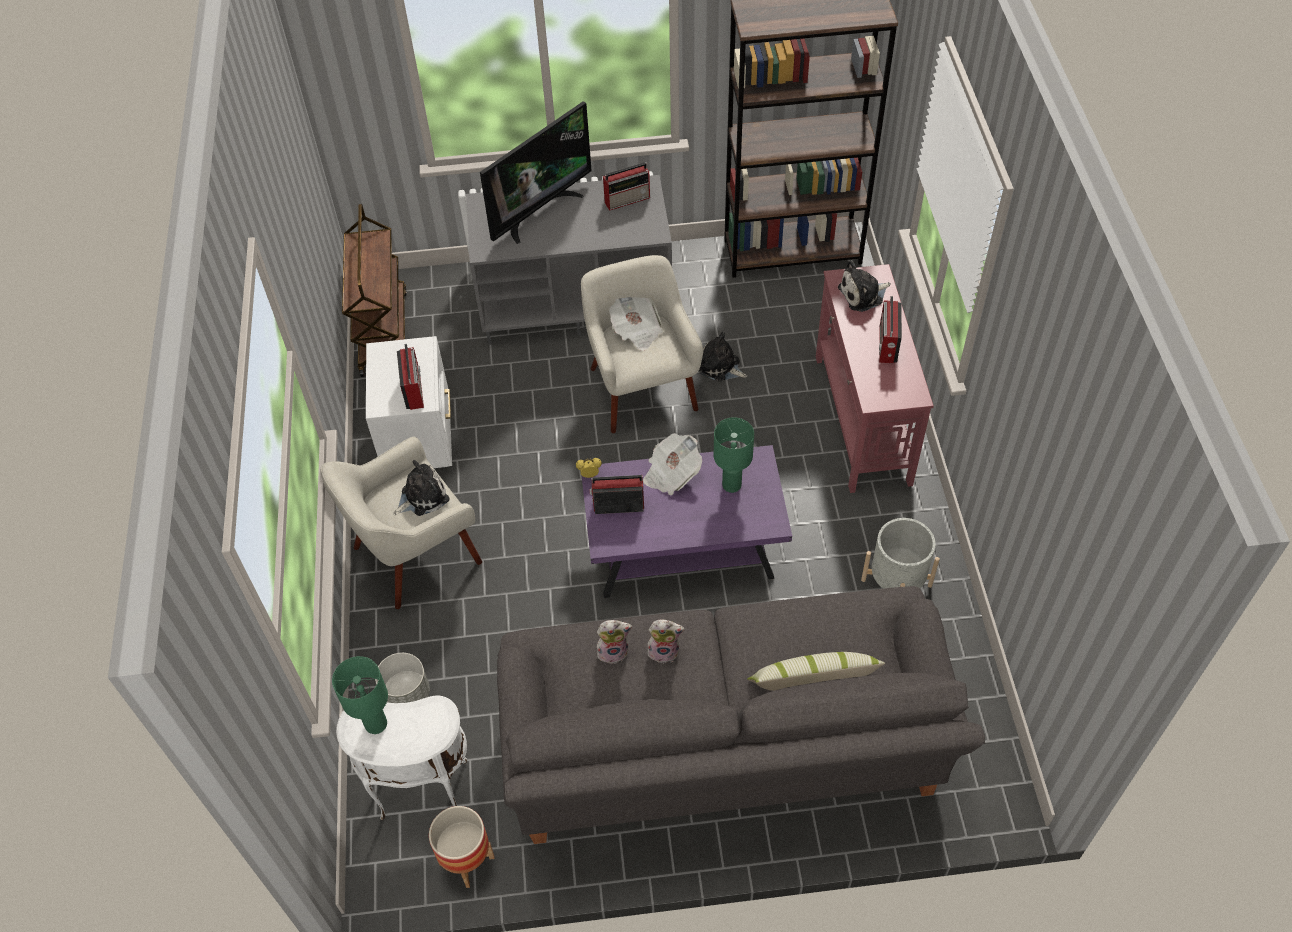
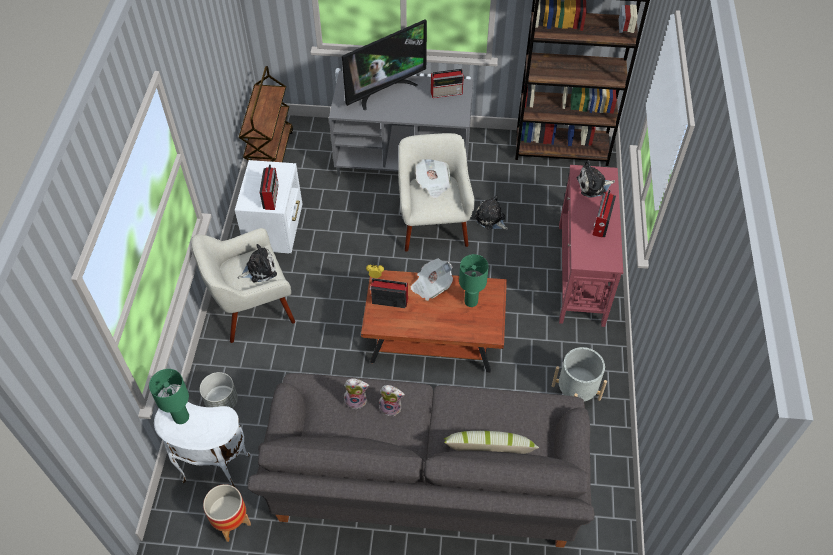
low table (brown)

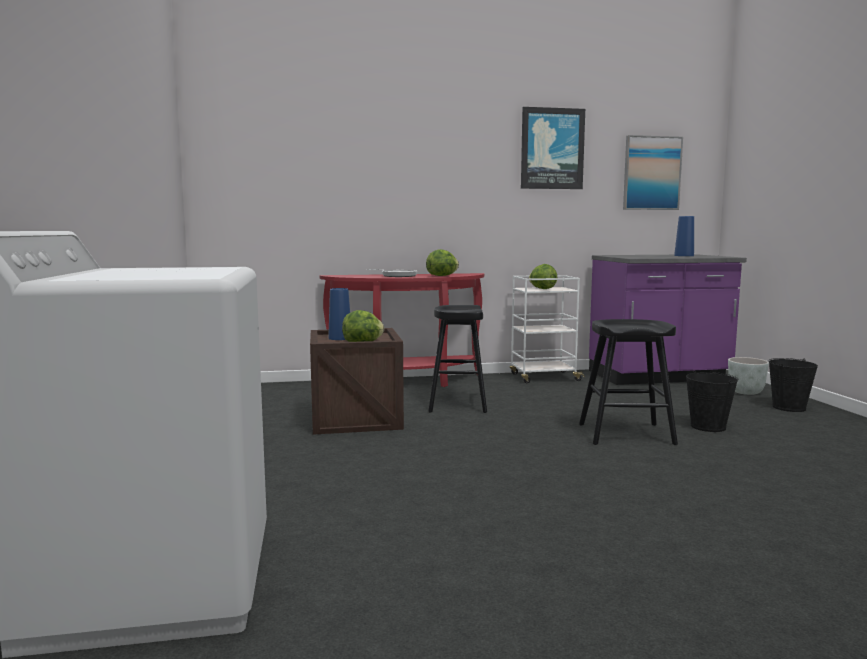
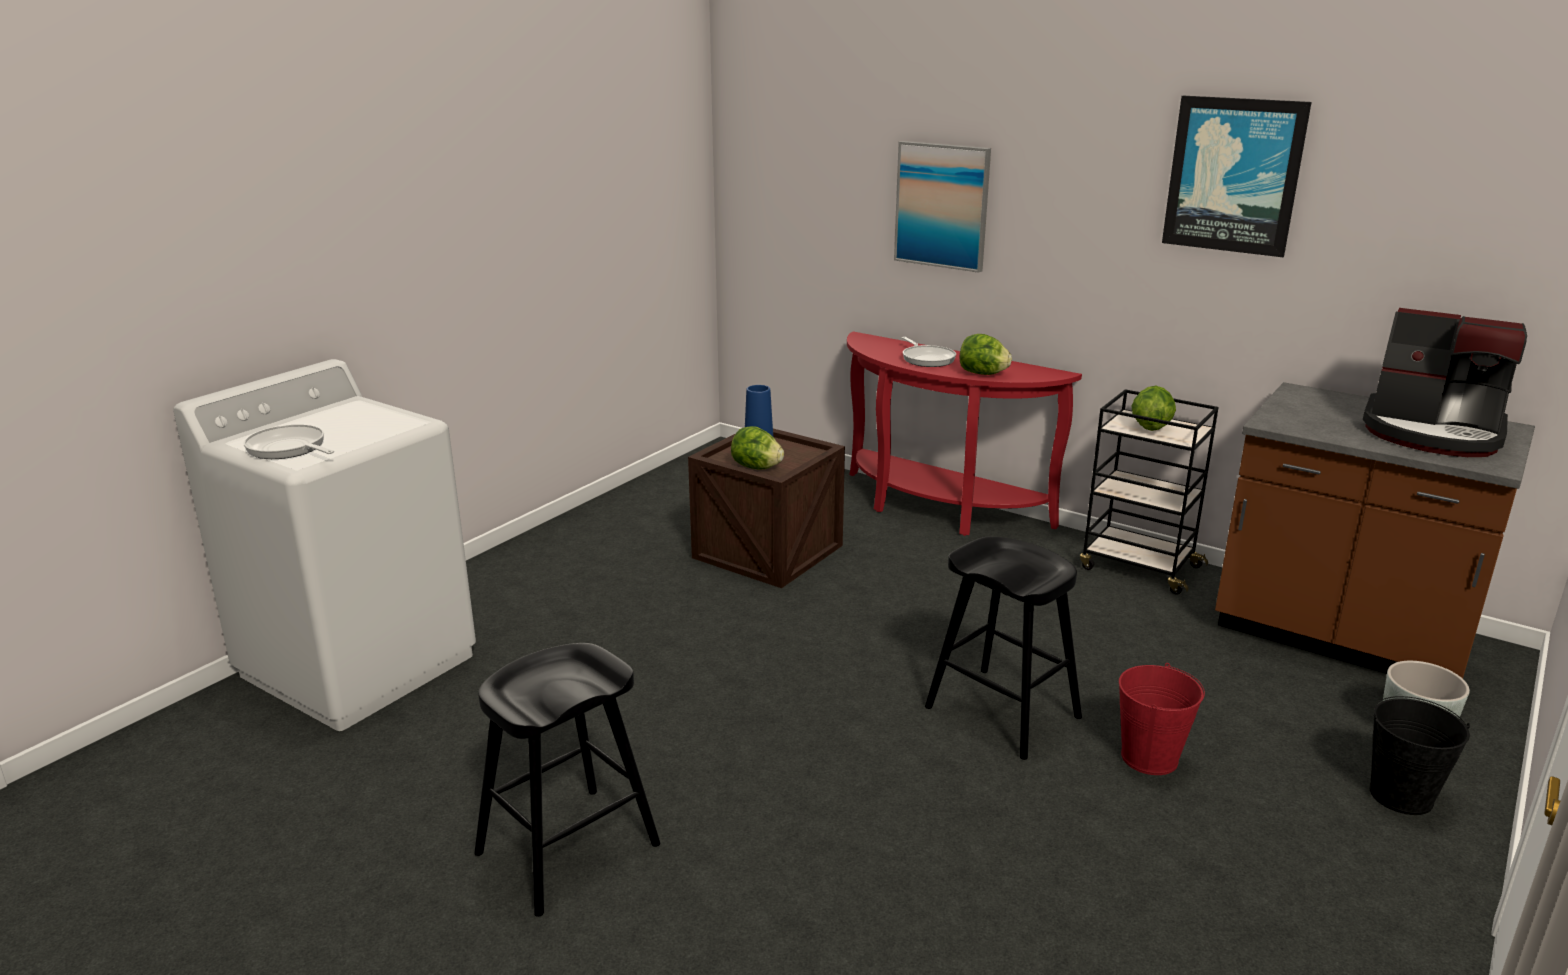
picture (1st from left); coffee machine; counter (brown); trolley (black); stool seat (black) (1st from left); water bucket (red-coloured); pan (1st from left)

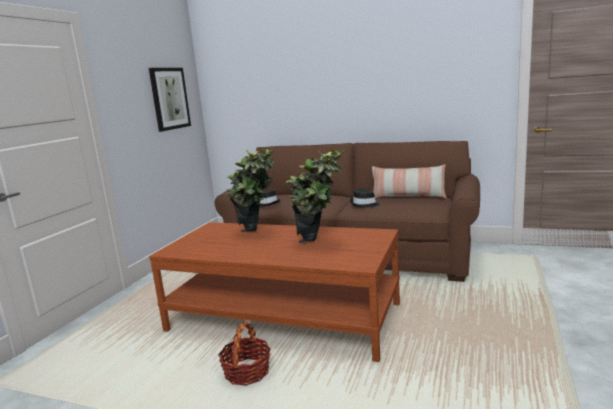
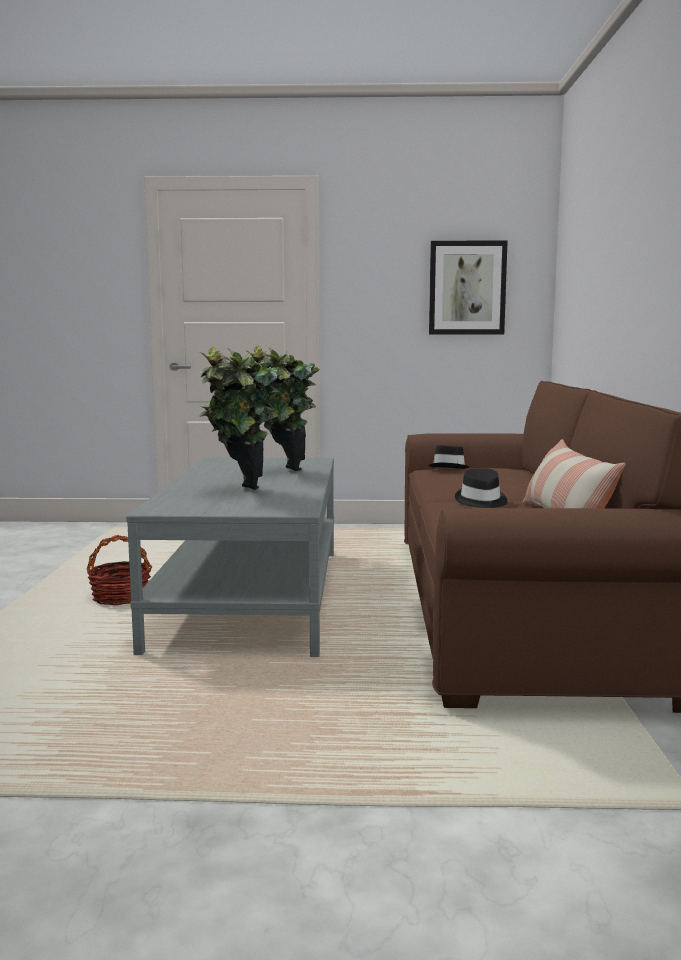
low table (greyish)

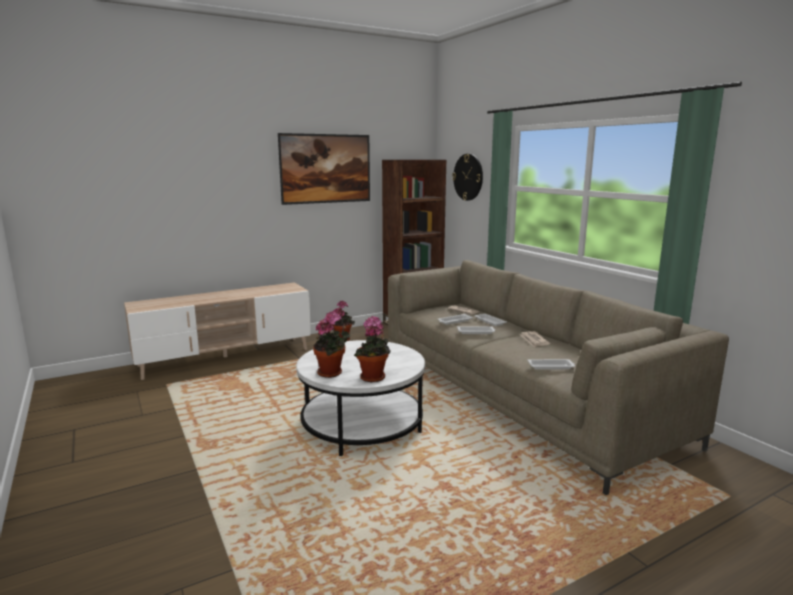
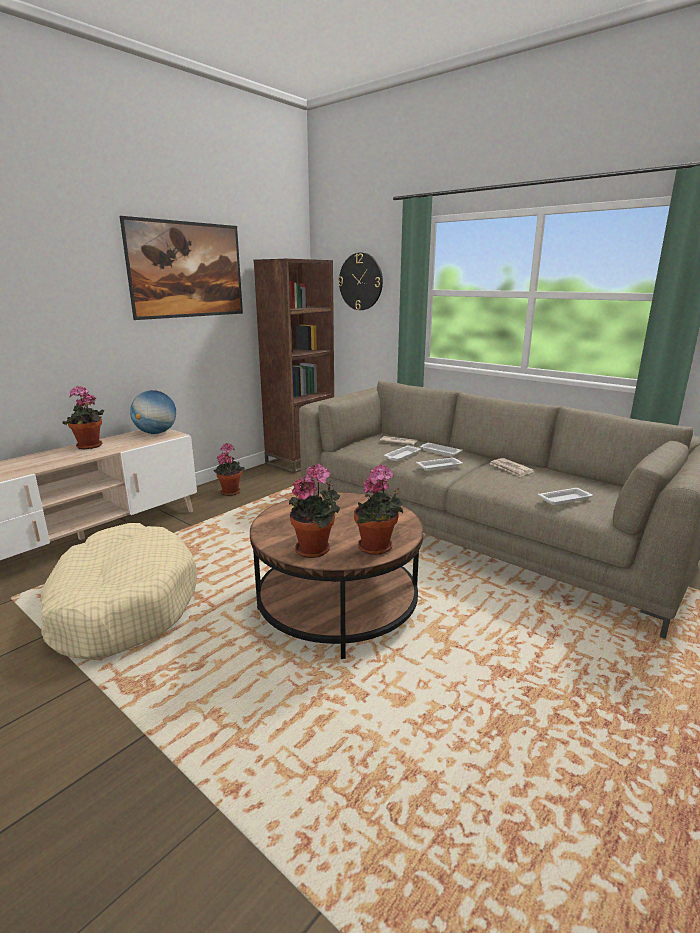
low table (brown); plant in a pot (1st from left); desk globe; dog cushion (sand-coloured)

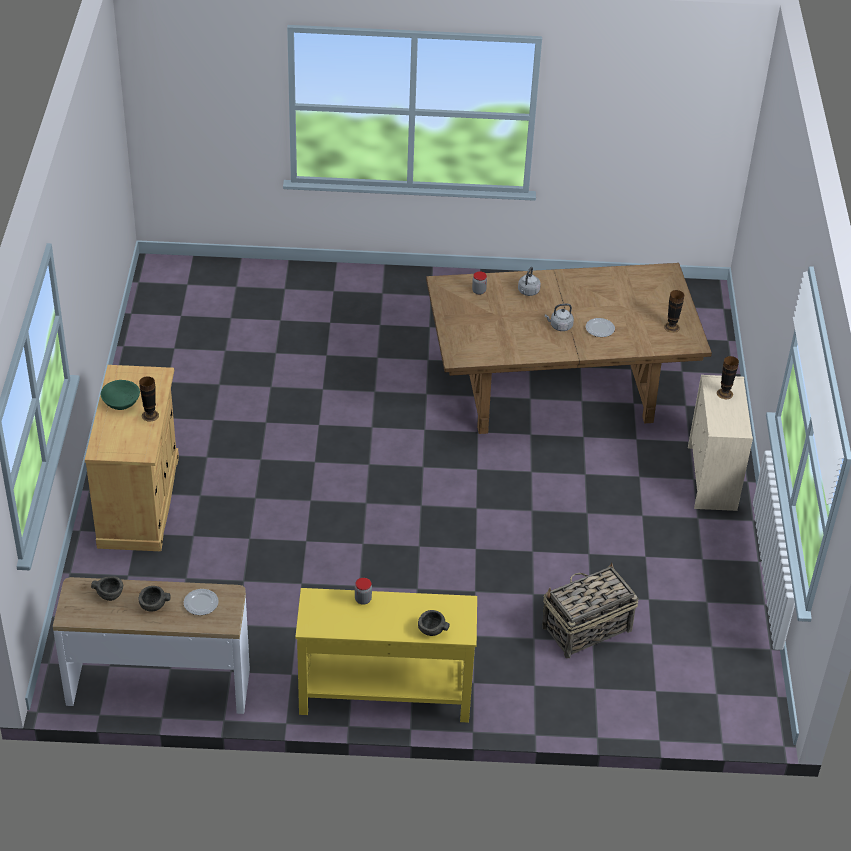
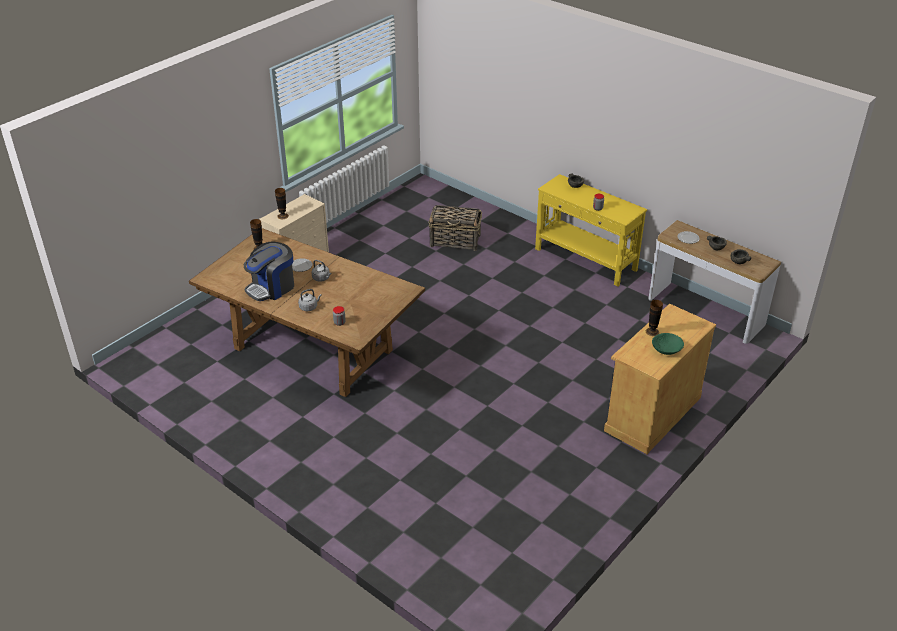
coffee machine

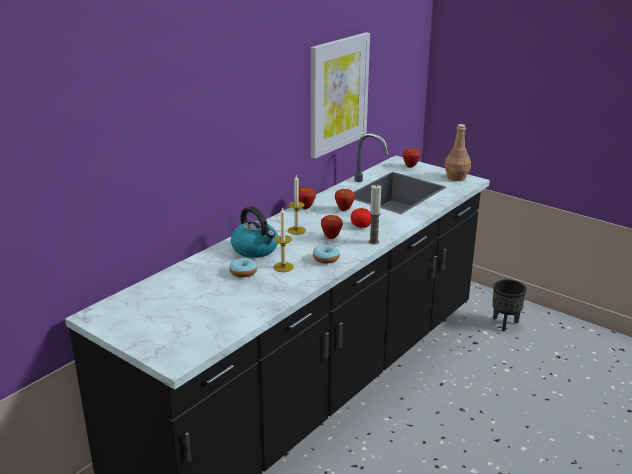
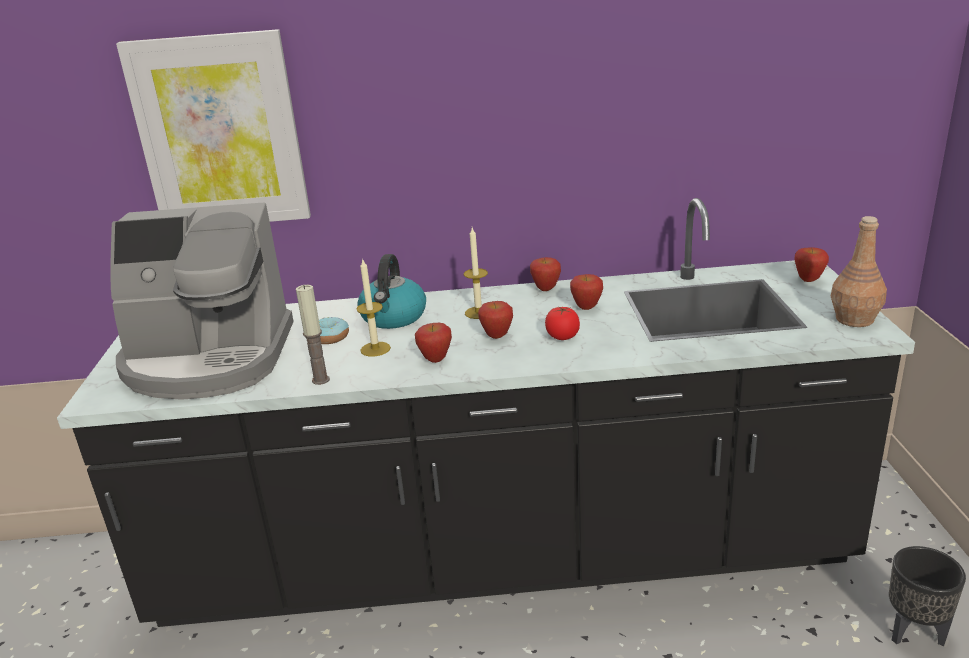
picture; wax light (1st from left); apple fruit (1st from left); coffee machine

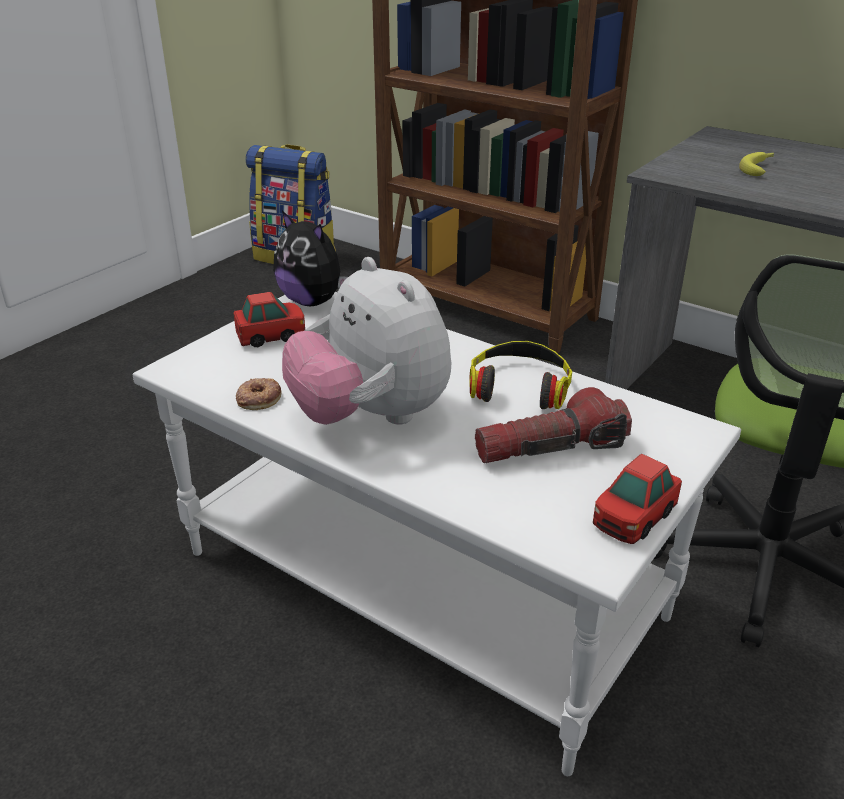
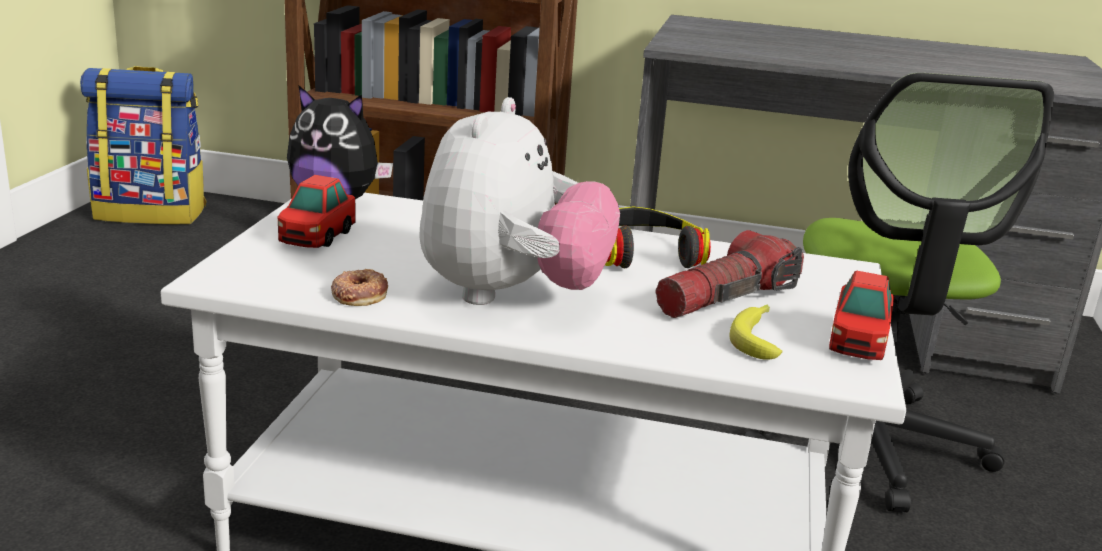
banana fruit; soft toy (2nd from left); model car (1st from left)

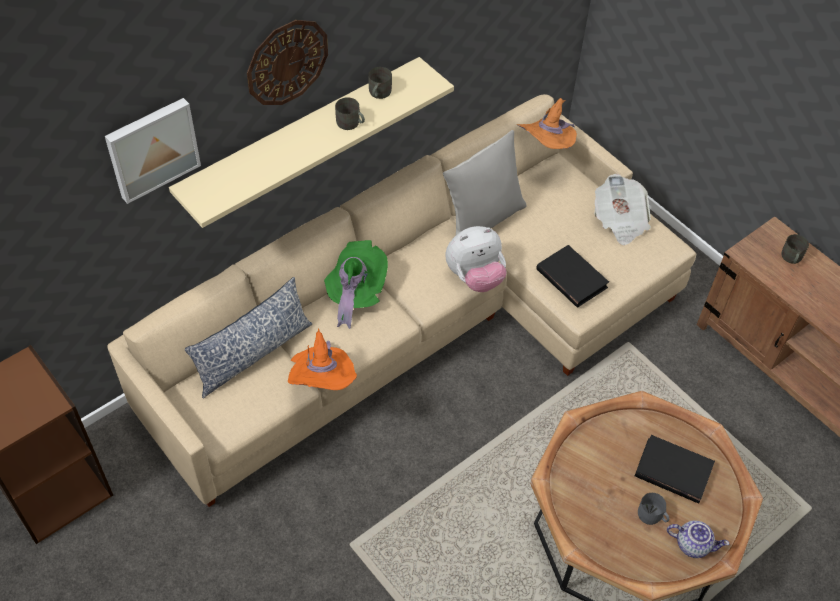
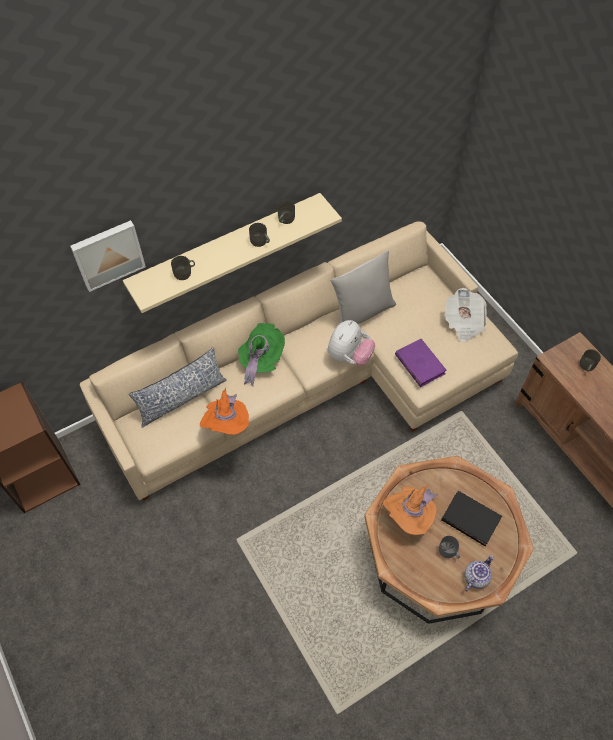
hanging clock; clothing hat (orange) (2nd from left); soft toy; book (purple); pot for tea; coffee mug (greyish) (1st from left)

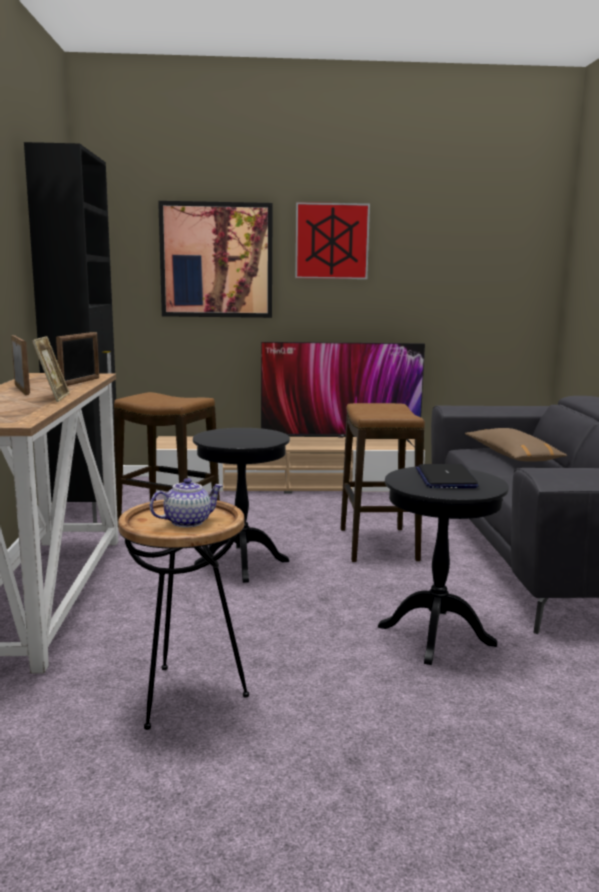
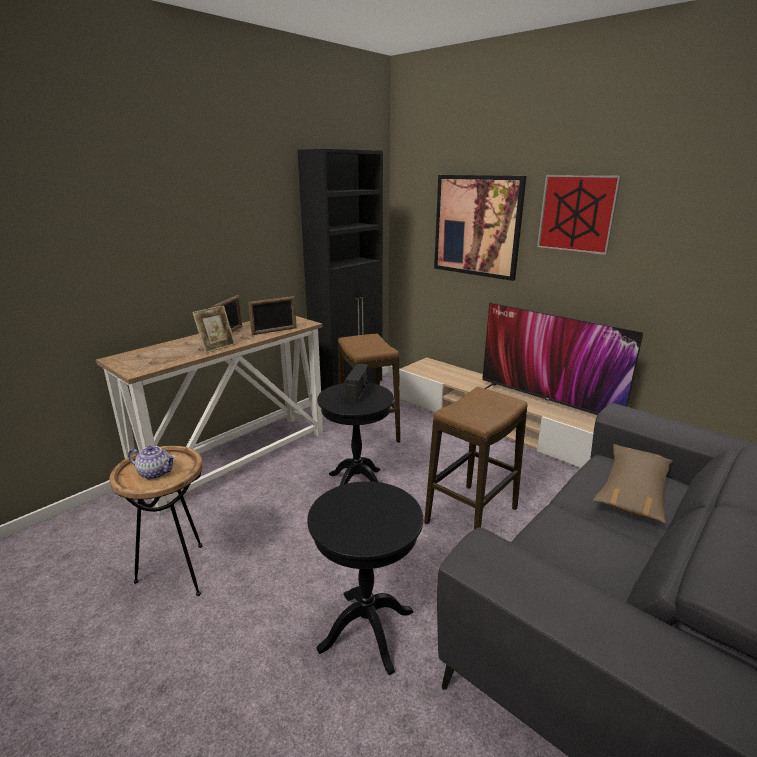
notebook computer; radio

